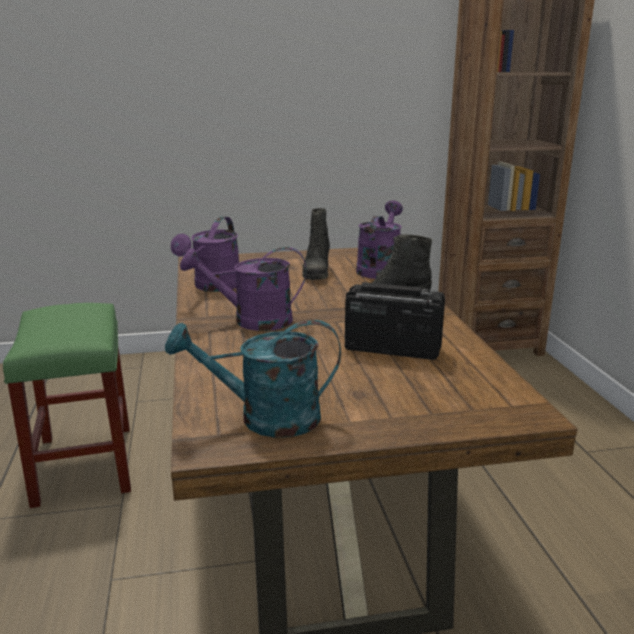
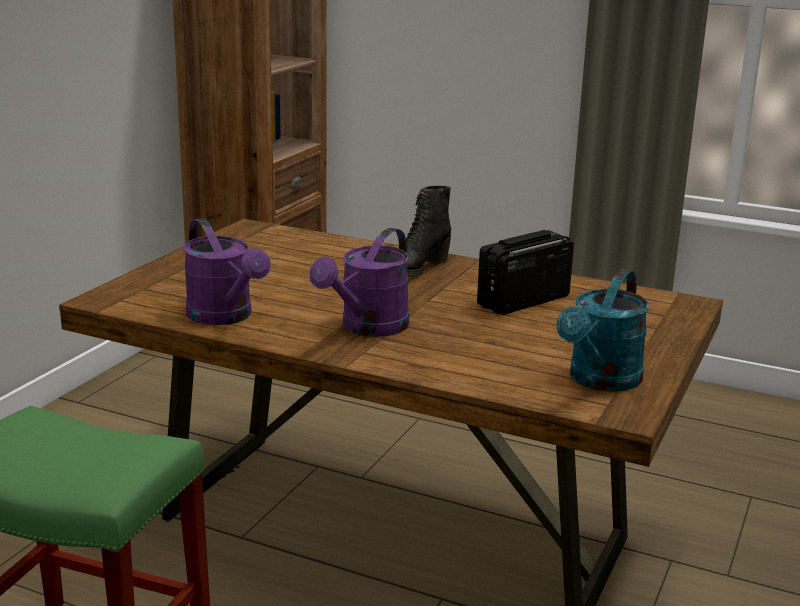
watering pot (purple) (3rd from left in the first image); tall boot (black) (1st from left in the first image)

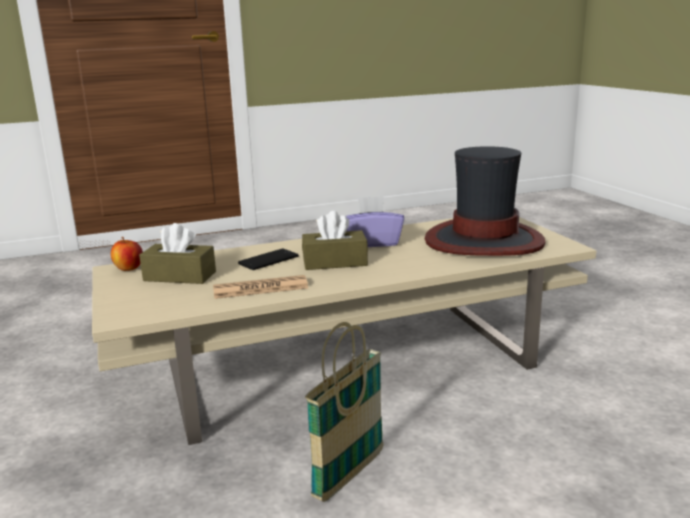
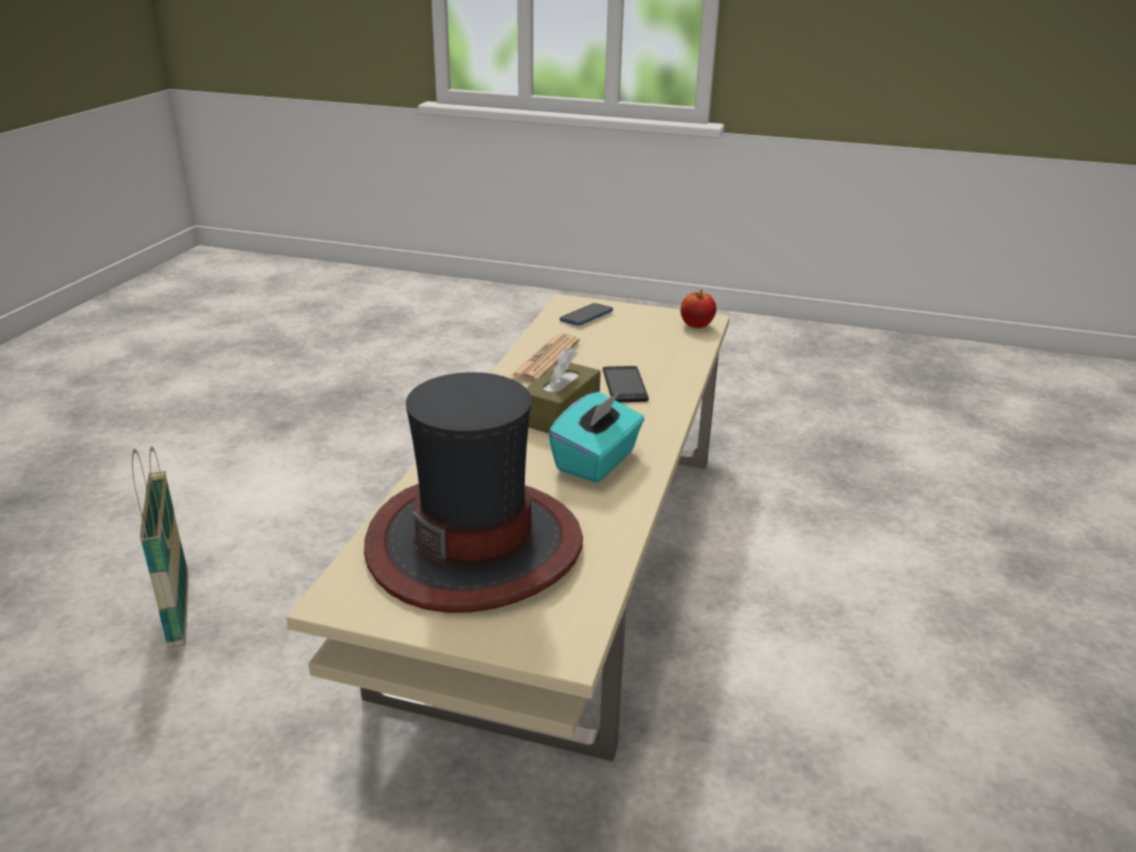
box of tissues (turquoise); box of tissues (brown) (1st from left in the first image); storage basket; phone (1st from left)

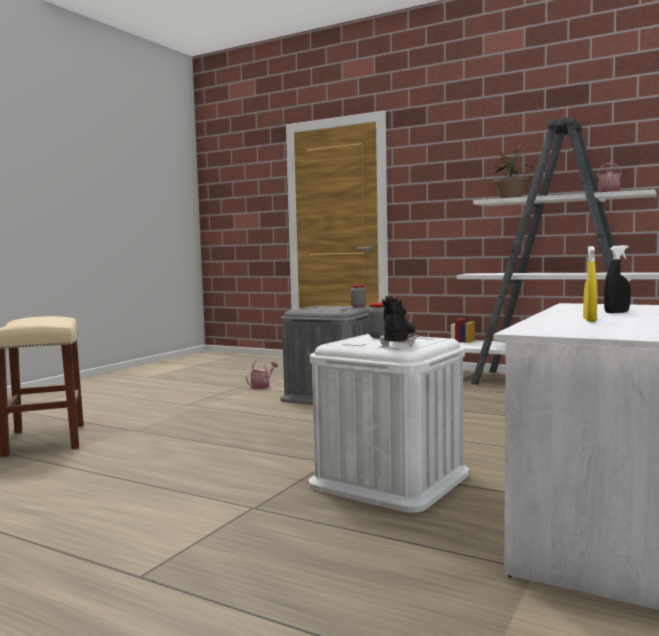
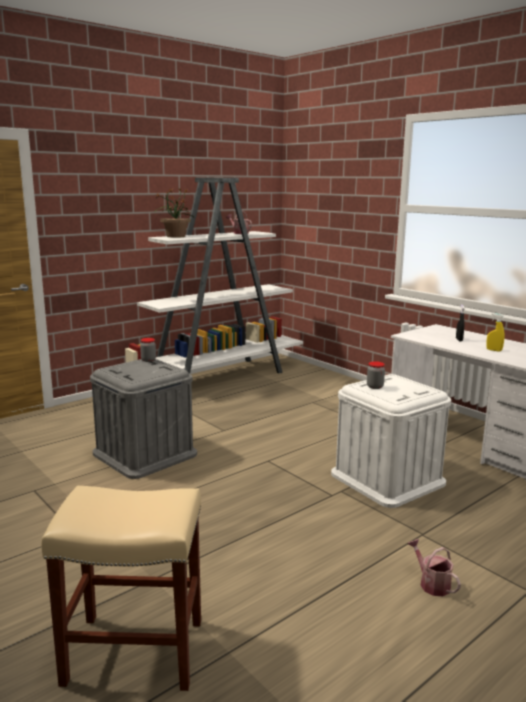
tall boot (black); watering pot (2nd from left)

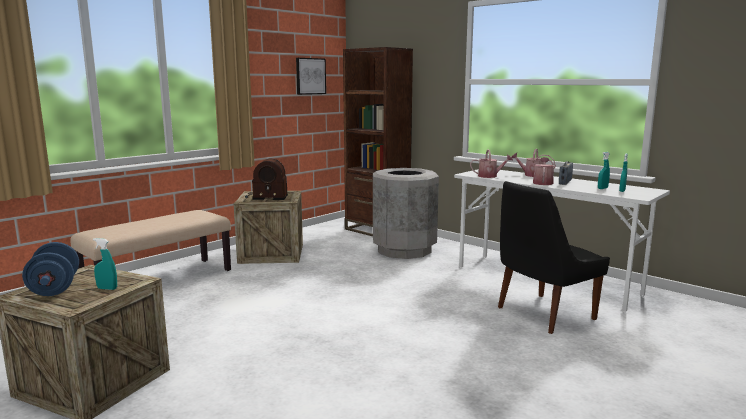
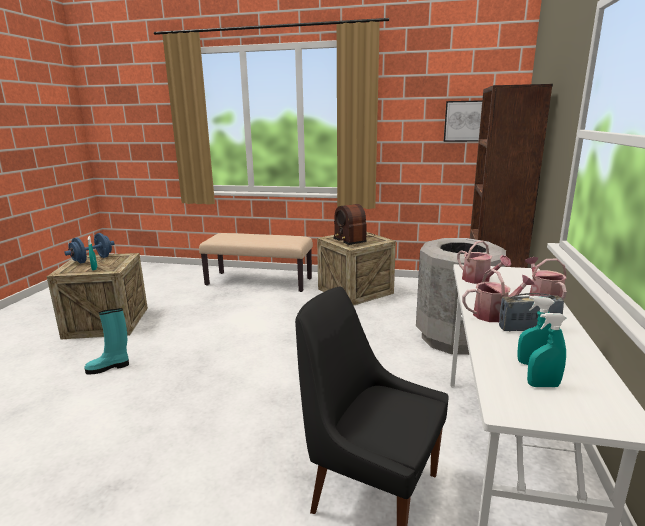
tall boot (turquoise)

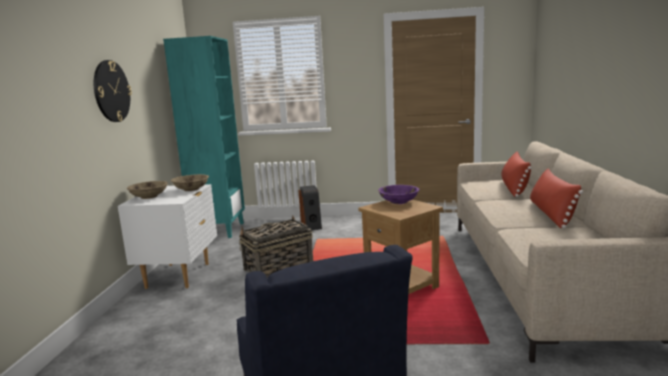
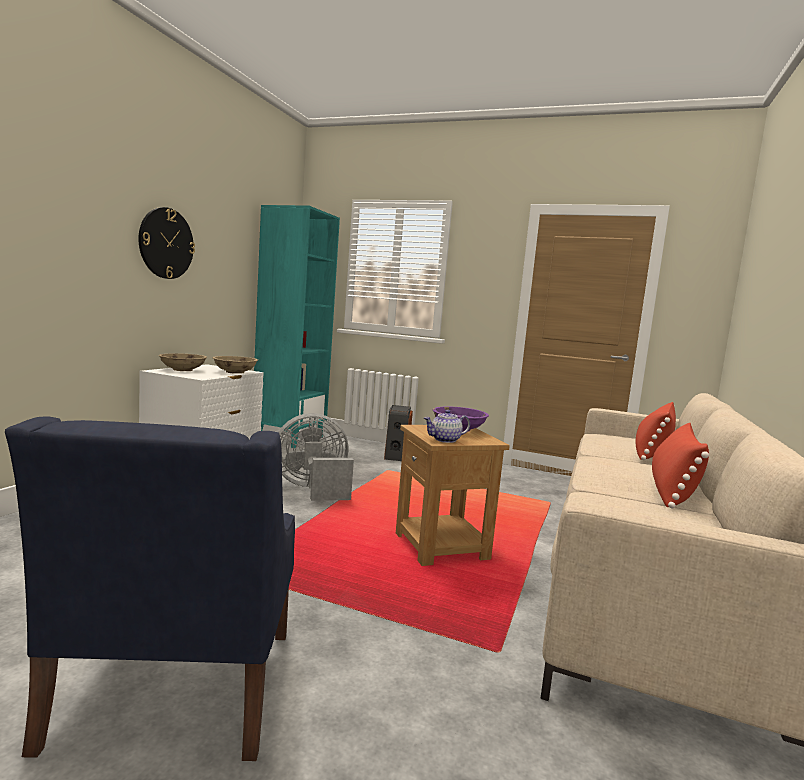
electric fan (greyish); pot for tea

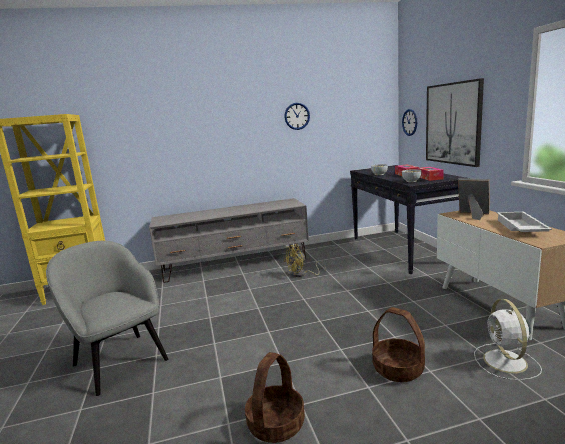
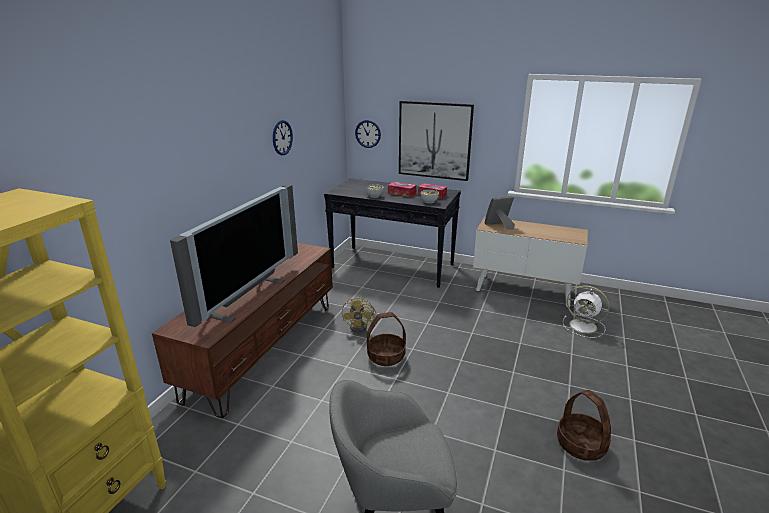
media console (brown); tray (white-coloured); storage basket (1st from left); TV set

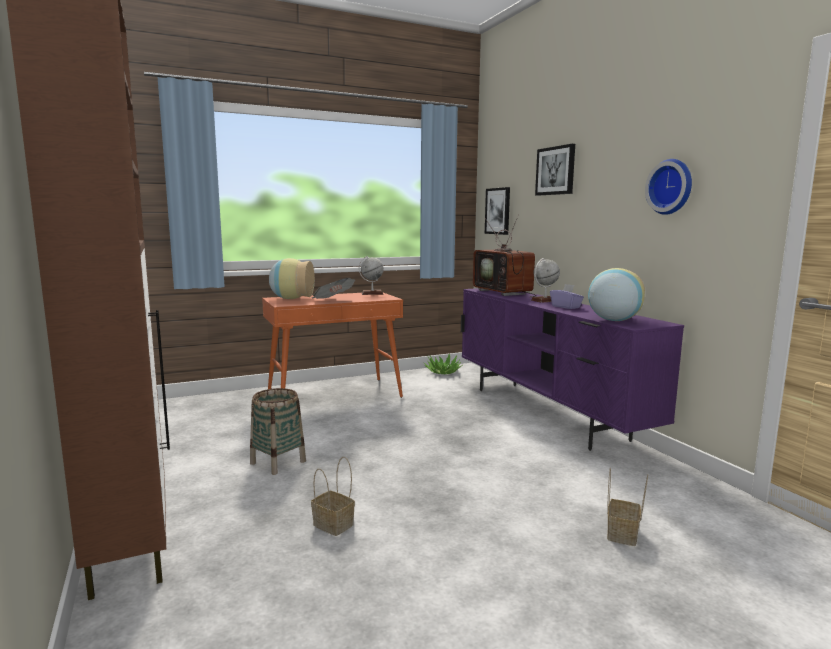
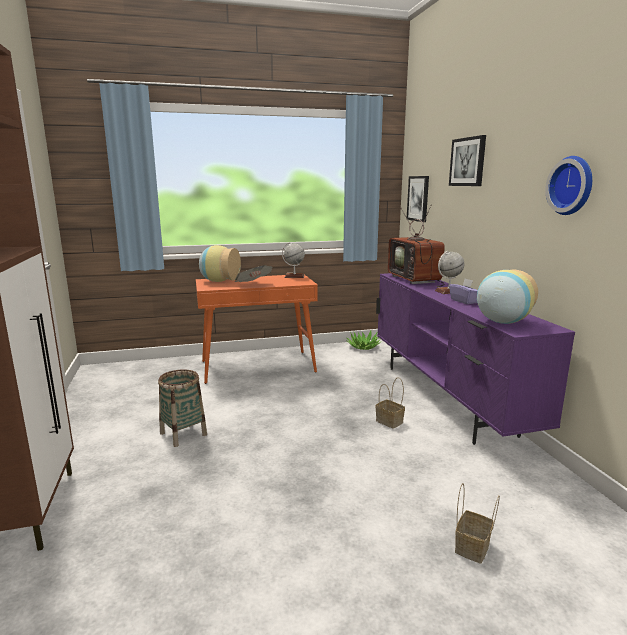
storage basket (2nd from left)

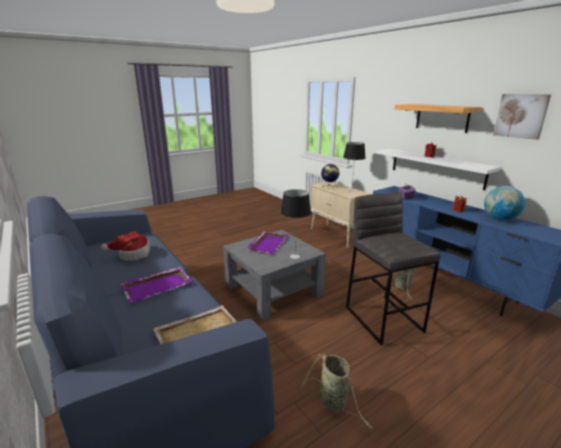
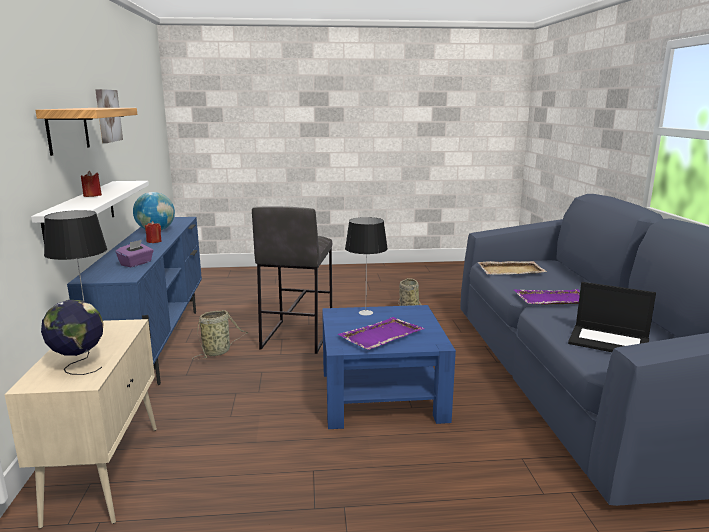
low table (bluish); notebook computer

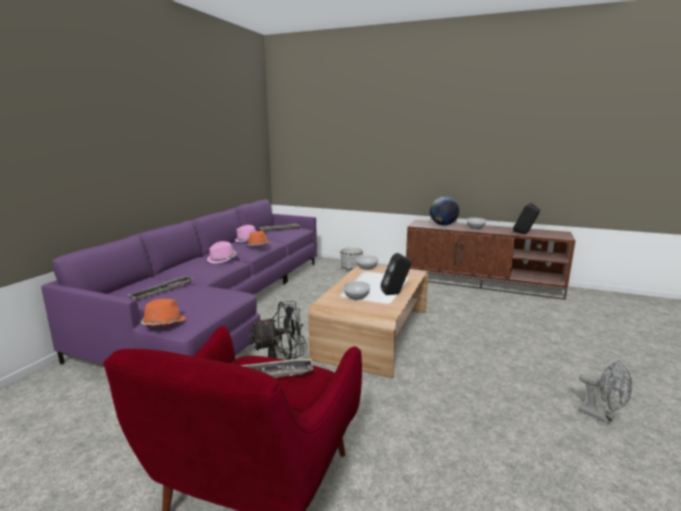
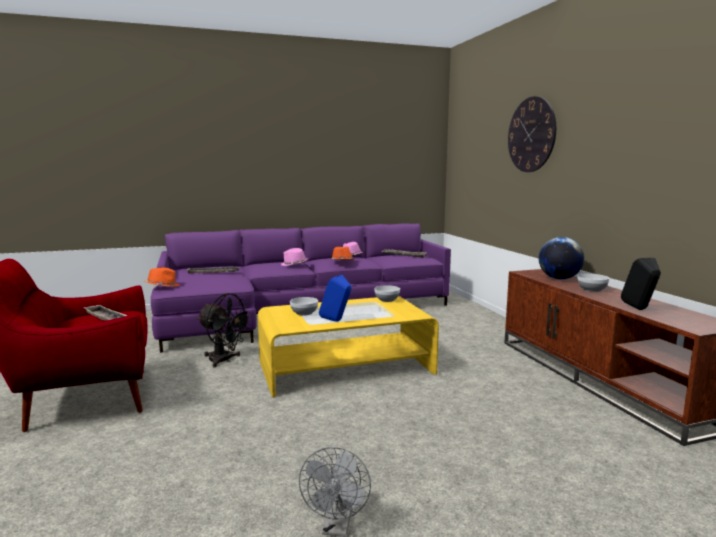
planter; audio speaker (bluish); low table (yellow-coloured); hanging clock

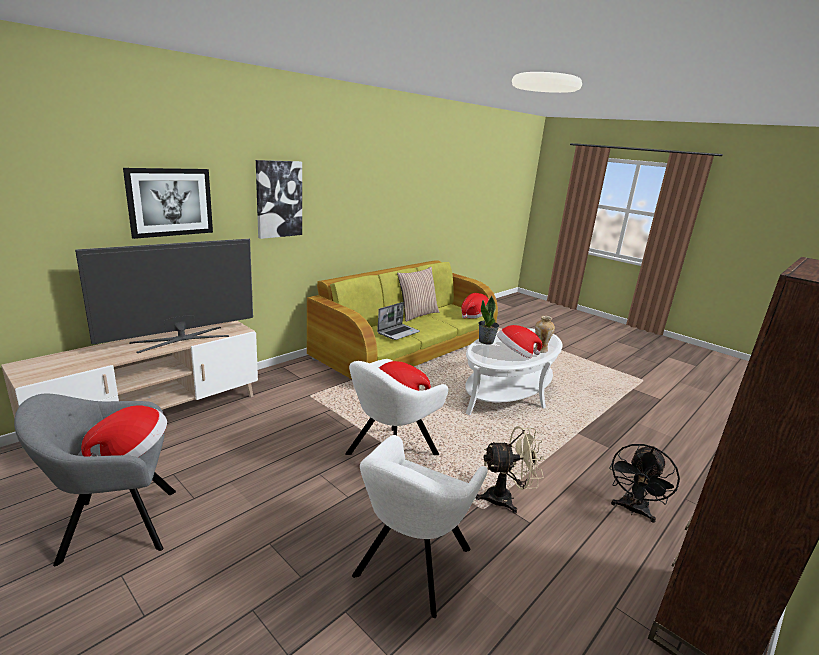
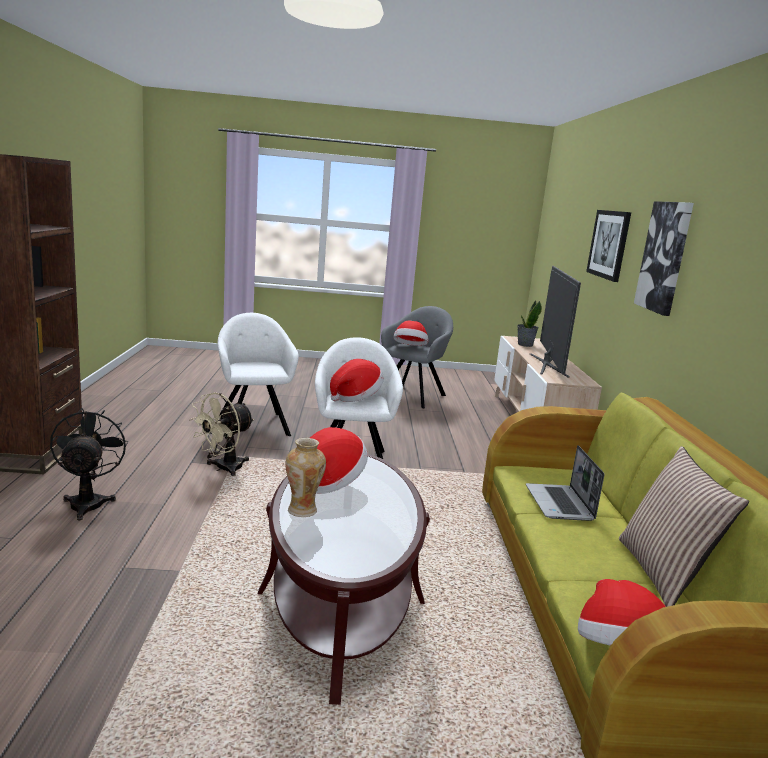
plant in a pot; low table (brown)

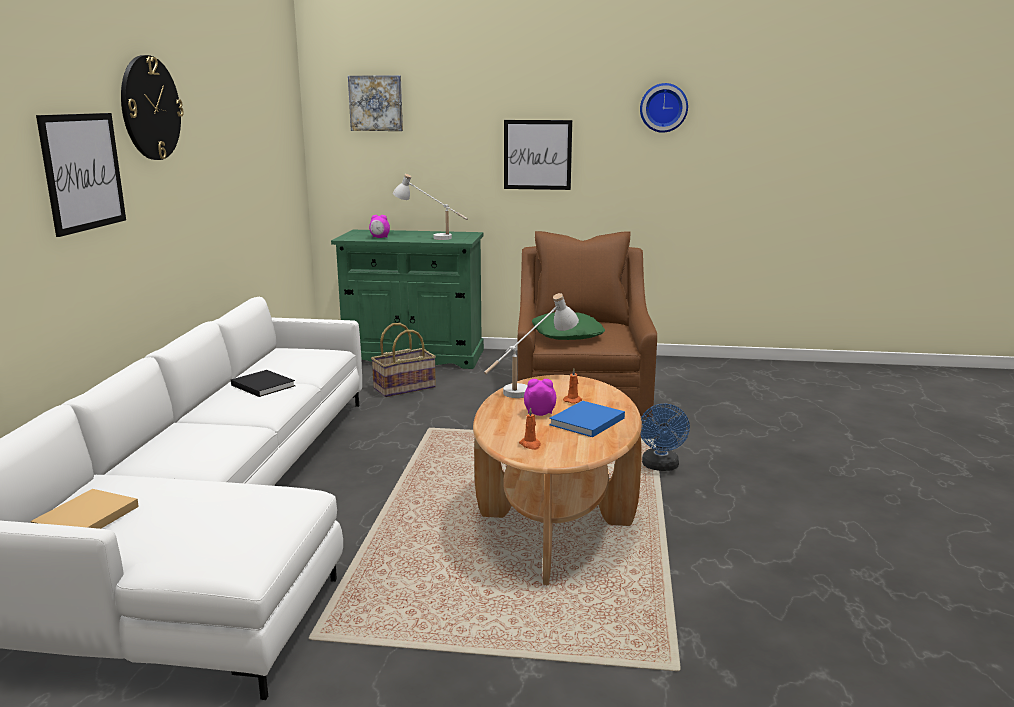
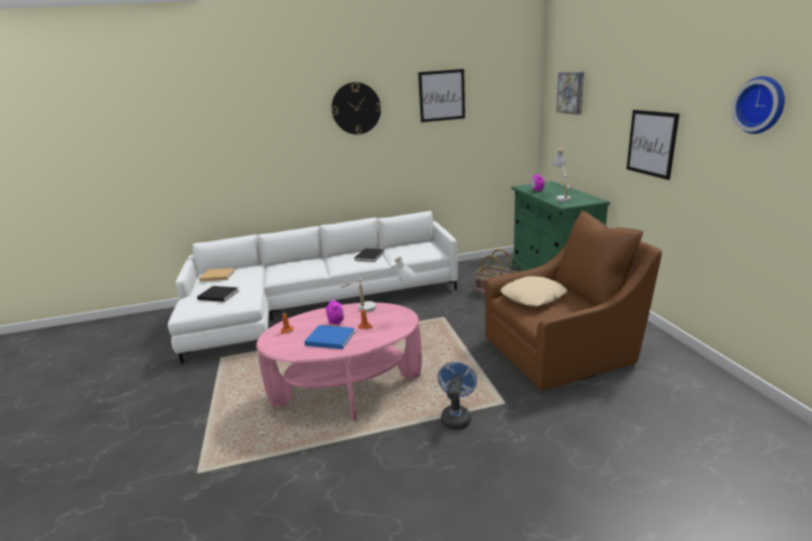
picture (1st from left); pillow (sand-coloured); low table (pinkish); electric fan (bluish); book (black) (1st from left)

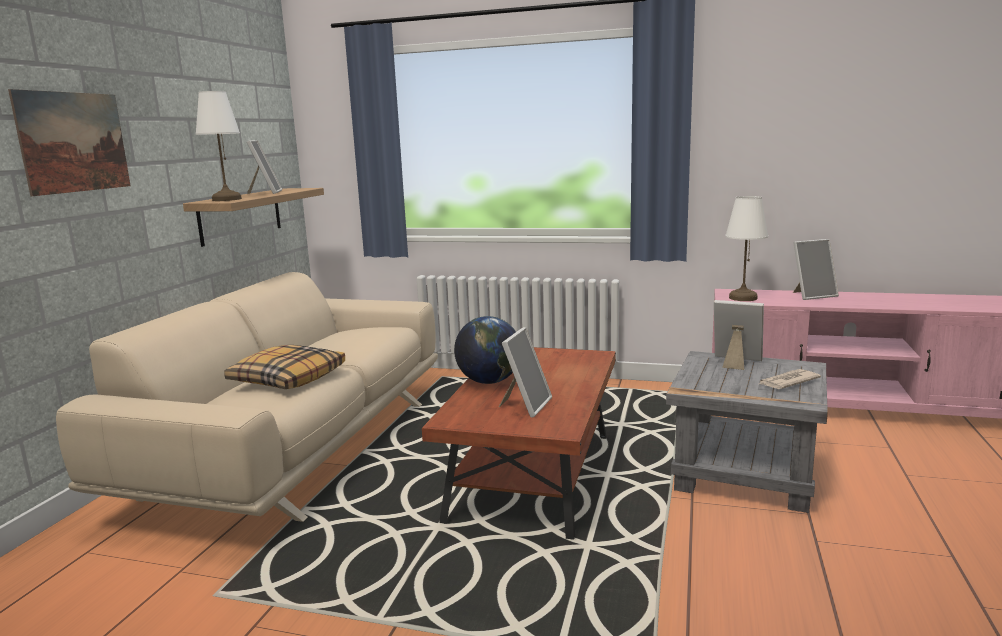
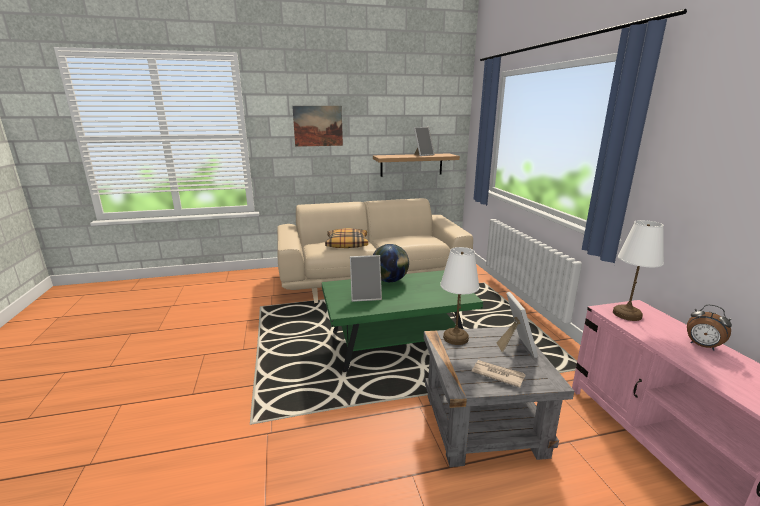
tabletop lamp (white-coloured) (1st from left); table clock; low table (greenish)

